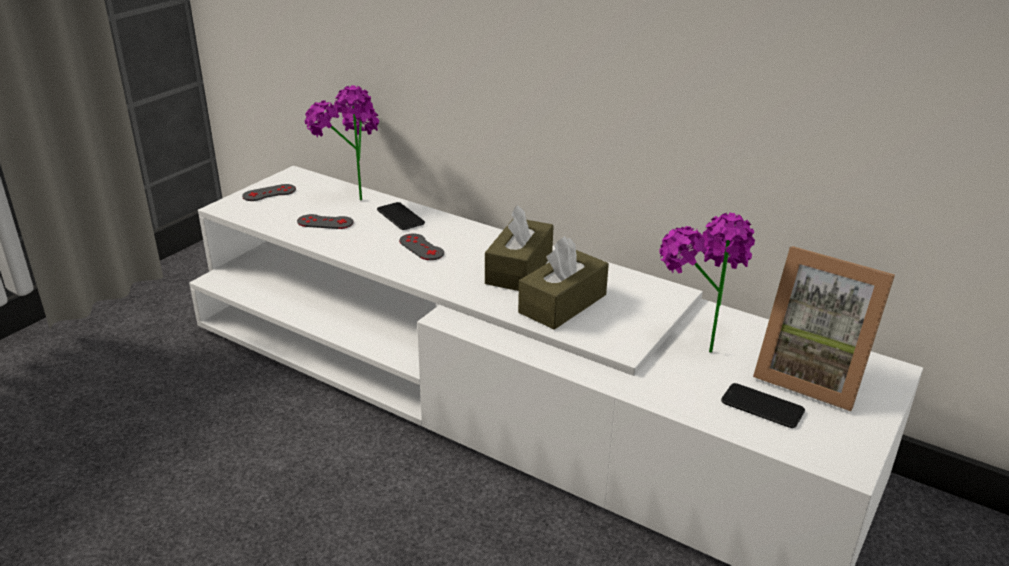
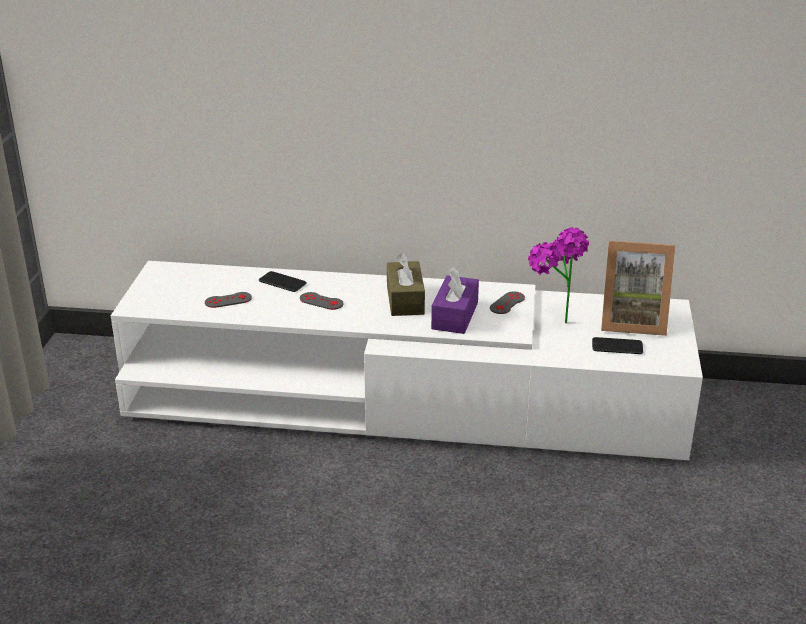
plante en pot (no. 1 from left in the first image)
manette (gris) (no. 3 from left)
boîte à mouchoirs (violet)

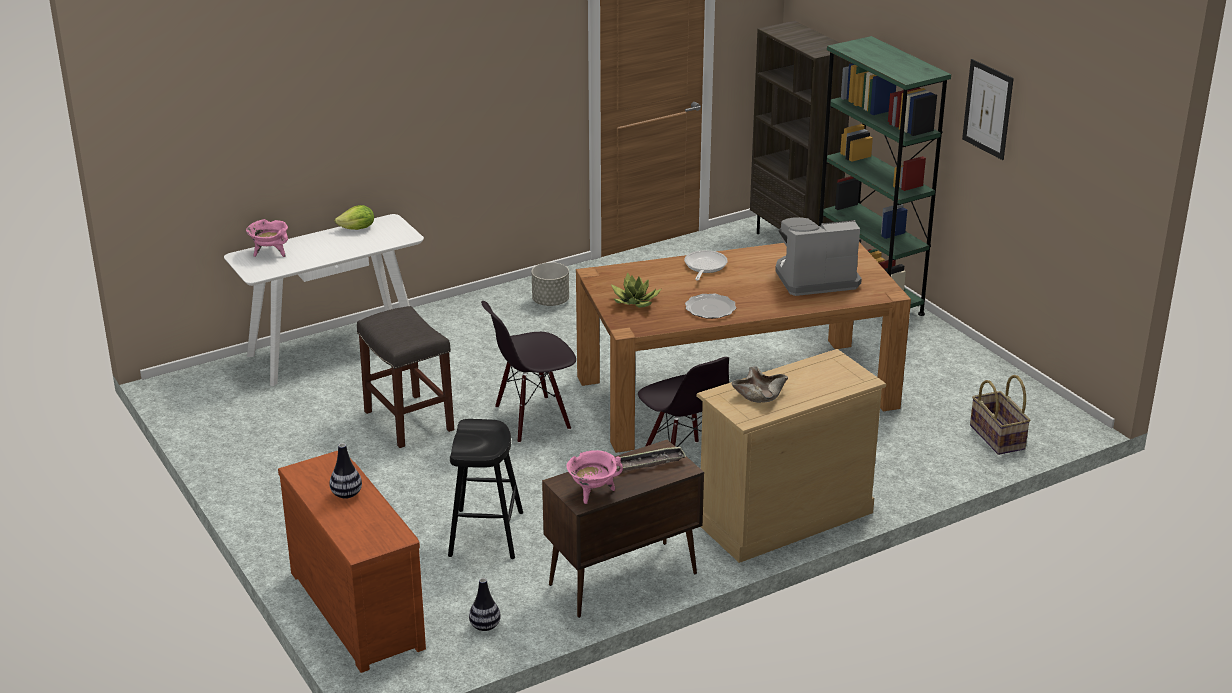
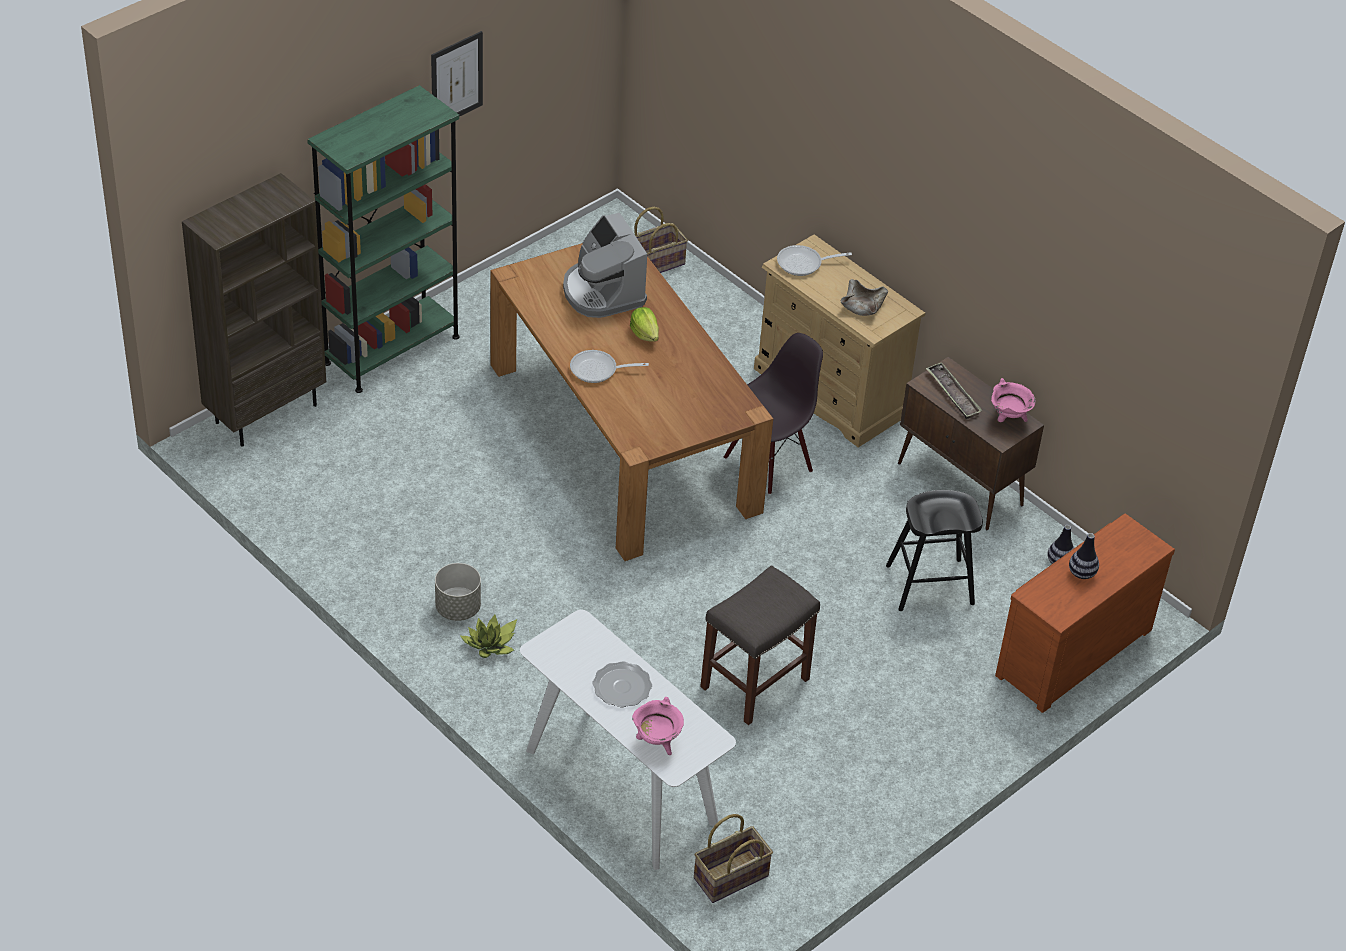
chaise (noir) (no. 1 from left in the first image)
panier (no. 2 from left)
poêle (no. 2 from left)
laitue
plante en pot
assiette

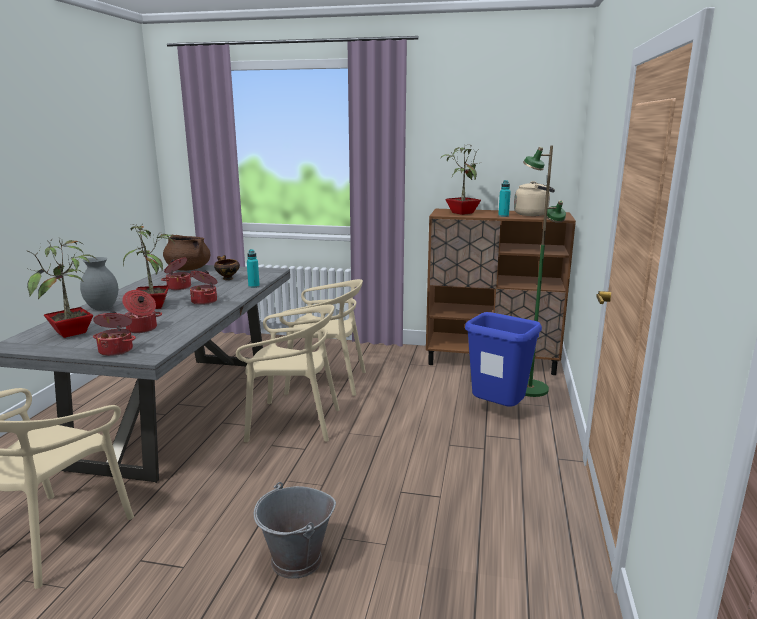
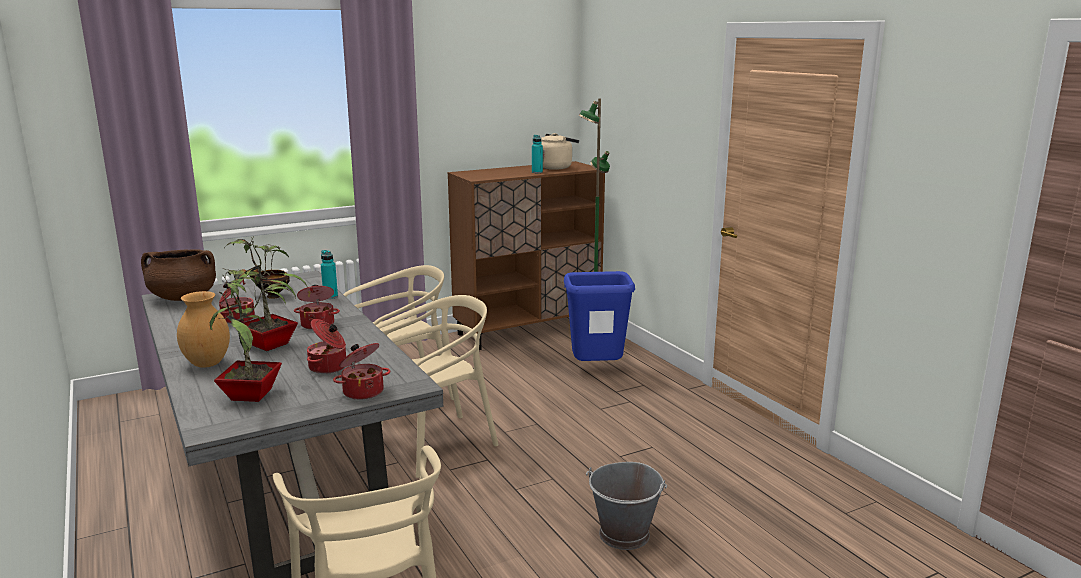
plante en pot (no. 3 from left in the first image)
vase (marron)

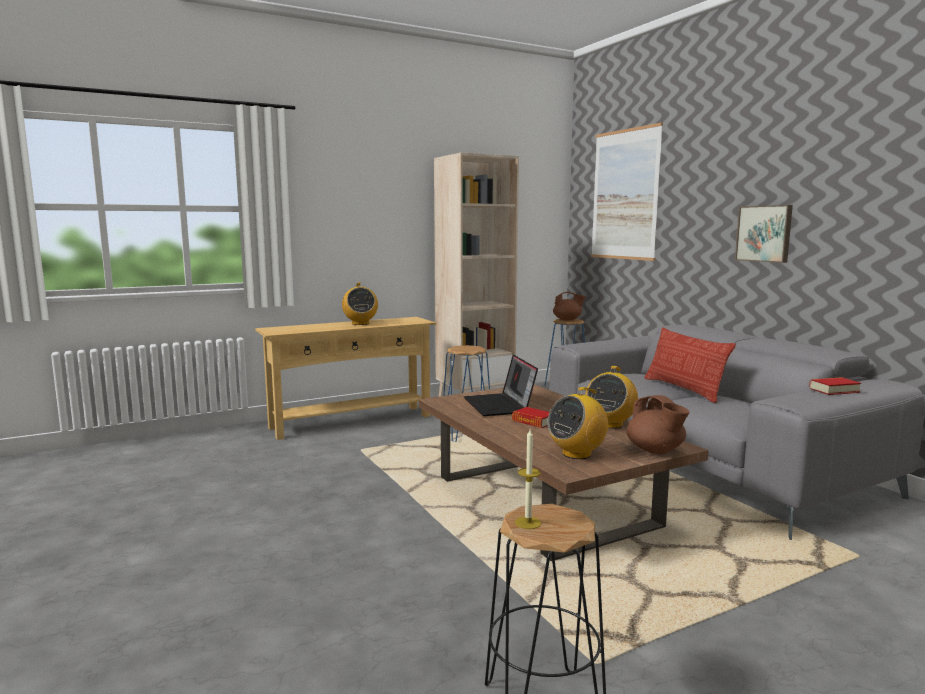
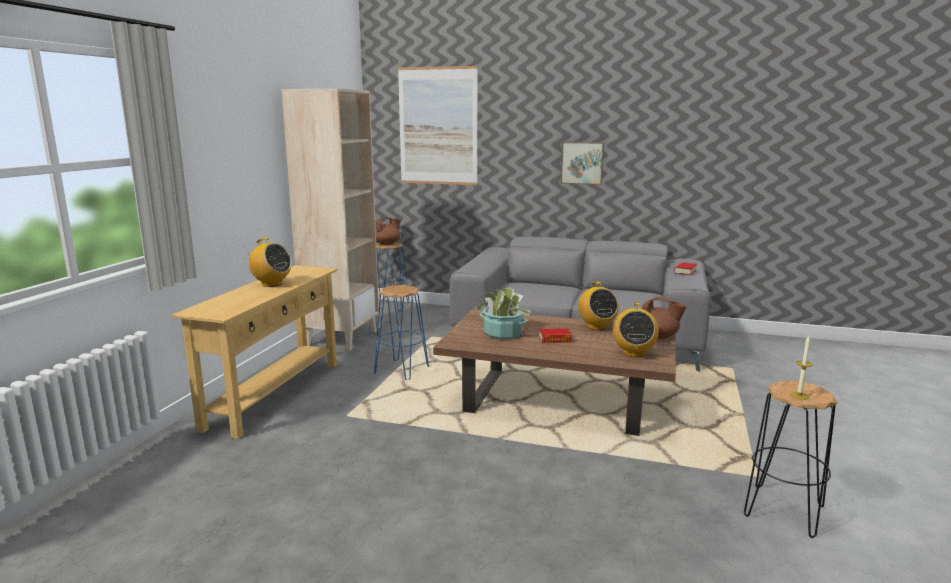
coussin
plante en pot

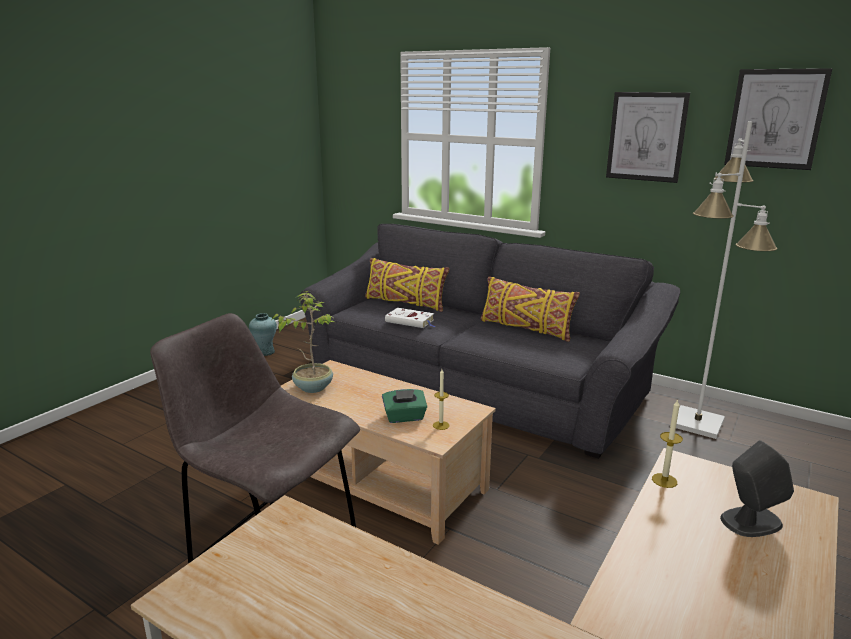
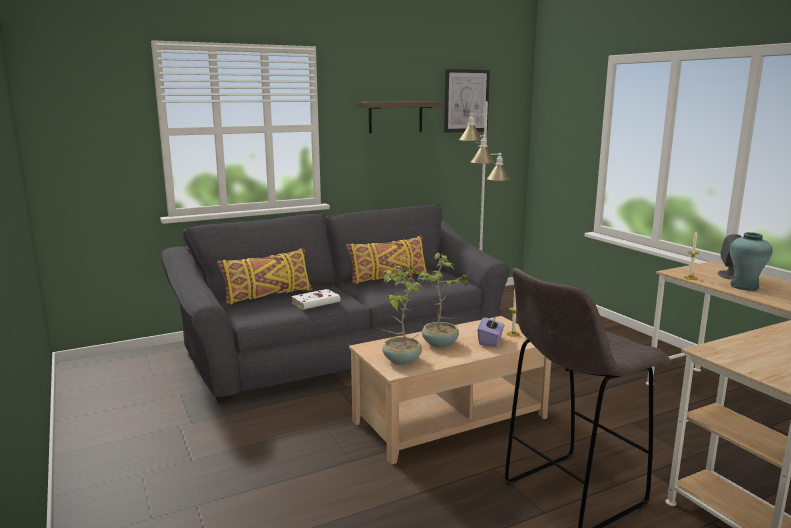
plante en pot (no. 2 from left)
vase (turquoise)
étagère
boîte à mouchoirs (violet)

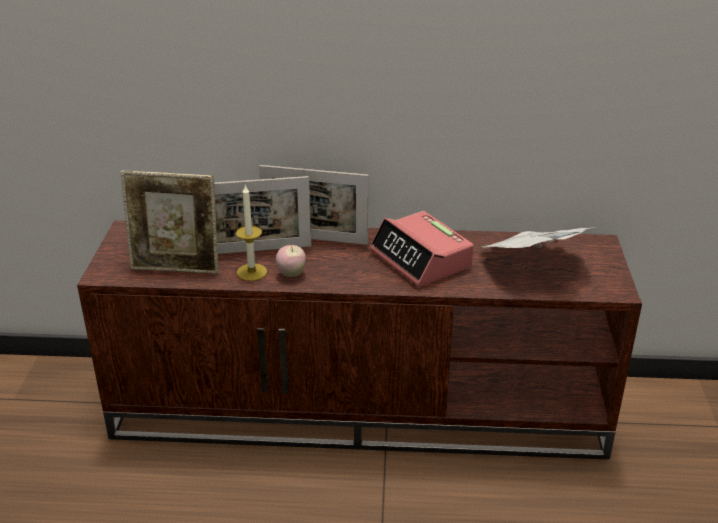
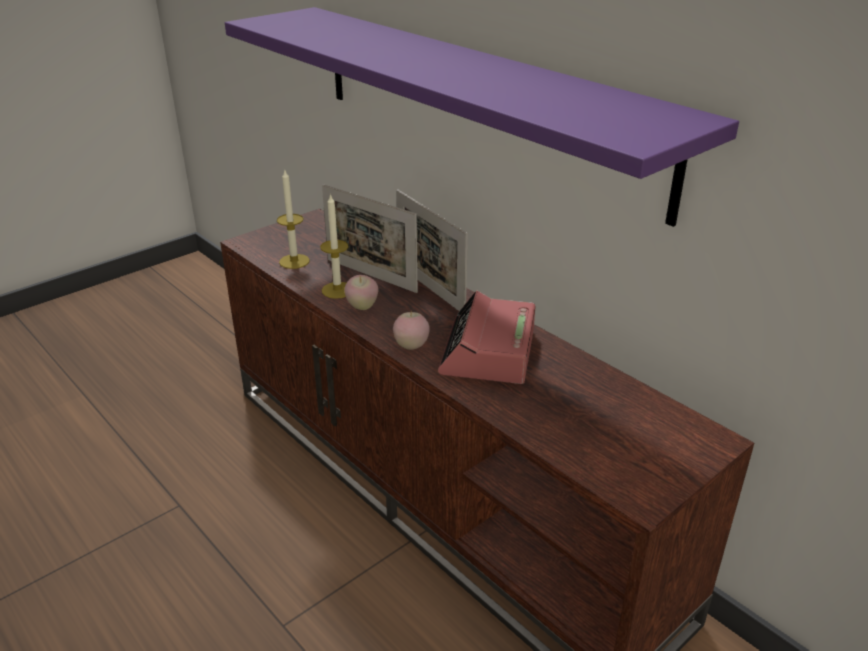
journal
étagère (violet)
pomme (no. 2 from left)
bougie (no. 1 from left)

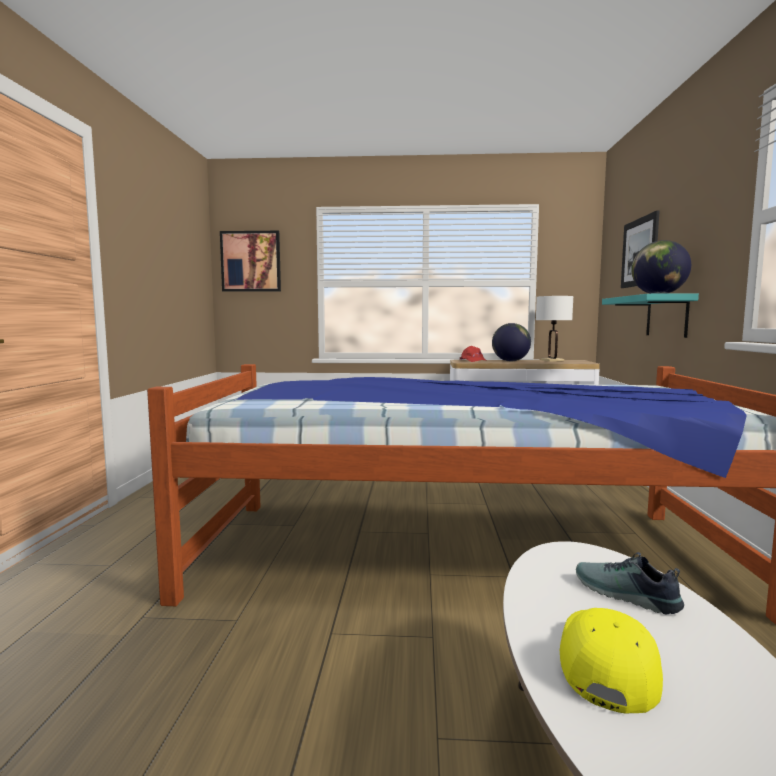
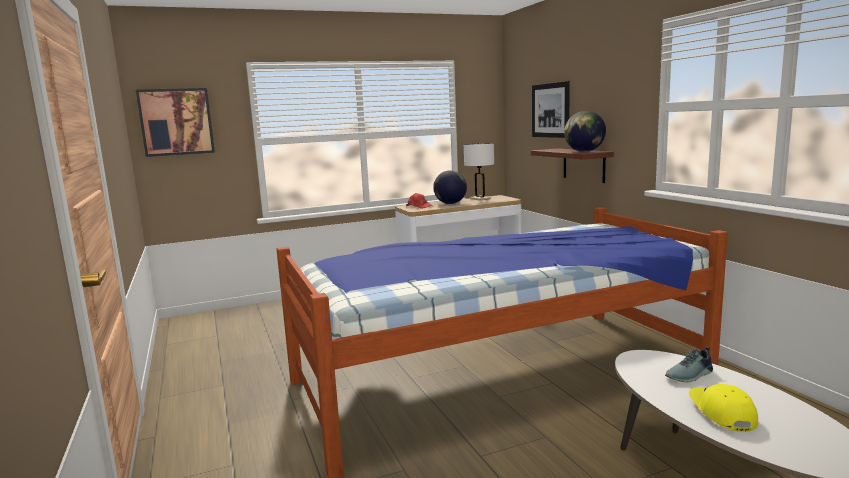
étagère (marron)
chaussure

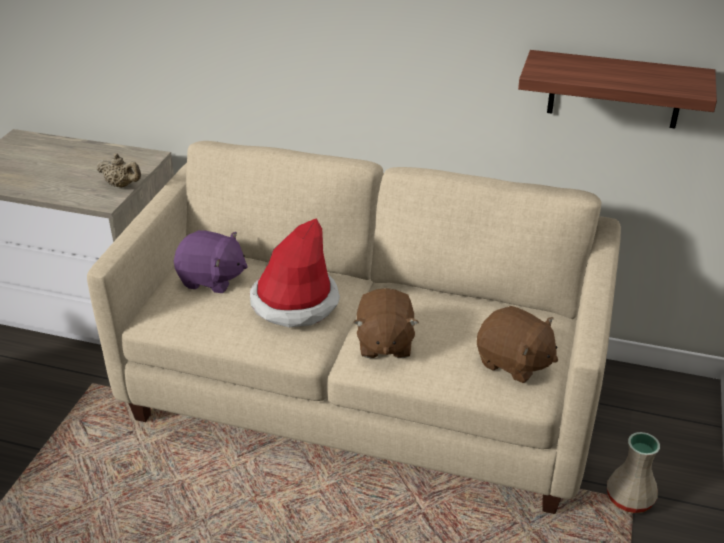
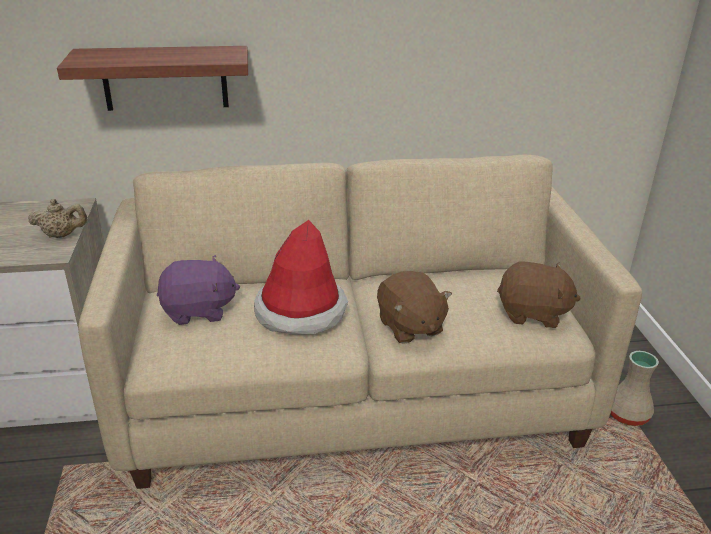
étagère

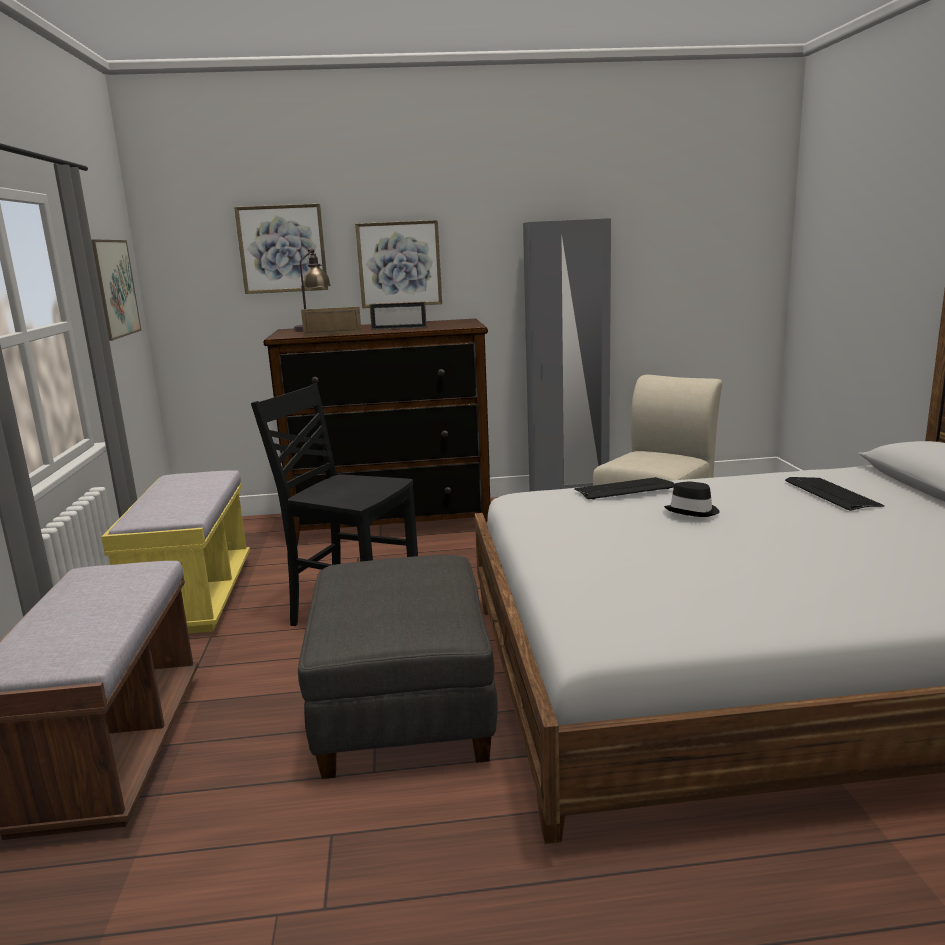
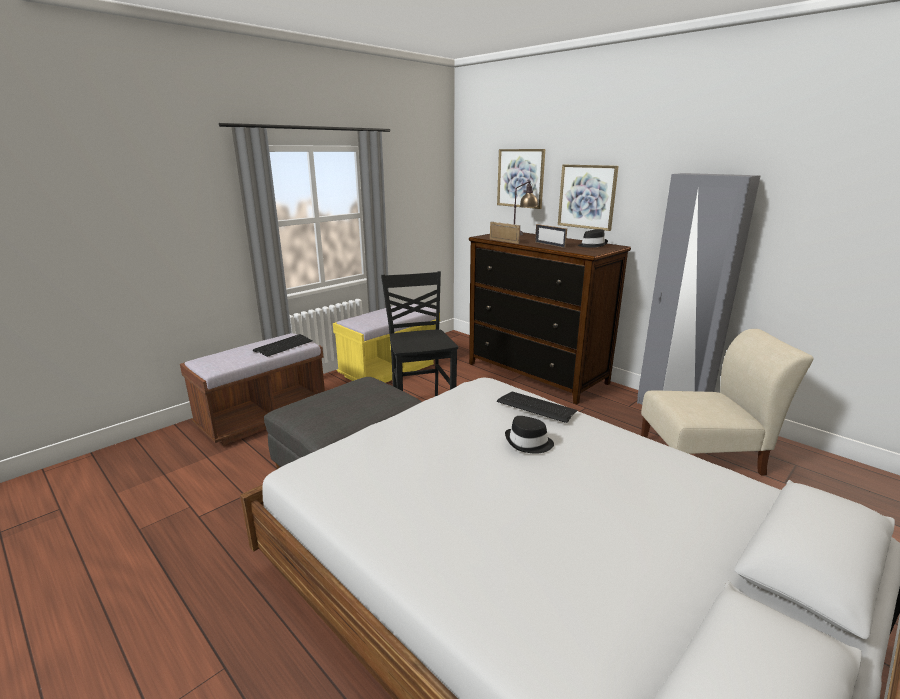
tableau (no. 1 from left in the first image)
chapeau (noir) (no. 2 from left)
clavier (no. 1 from left)

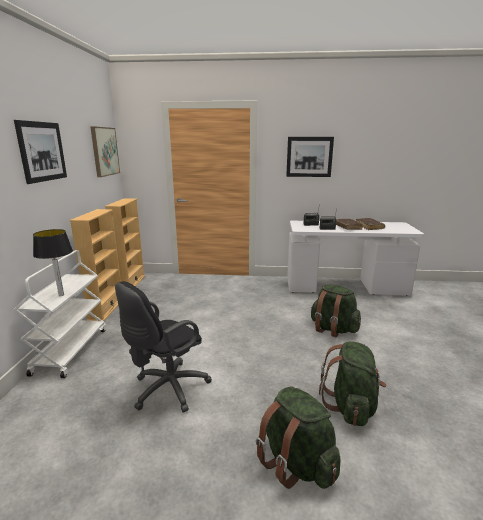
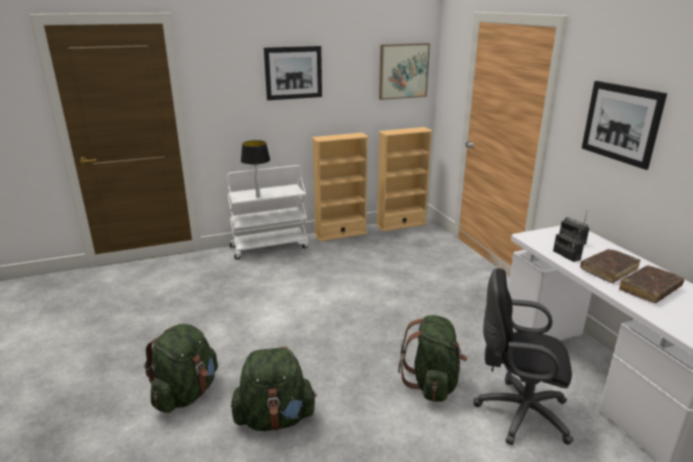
chaise de bureau (noir)

